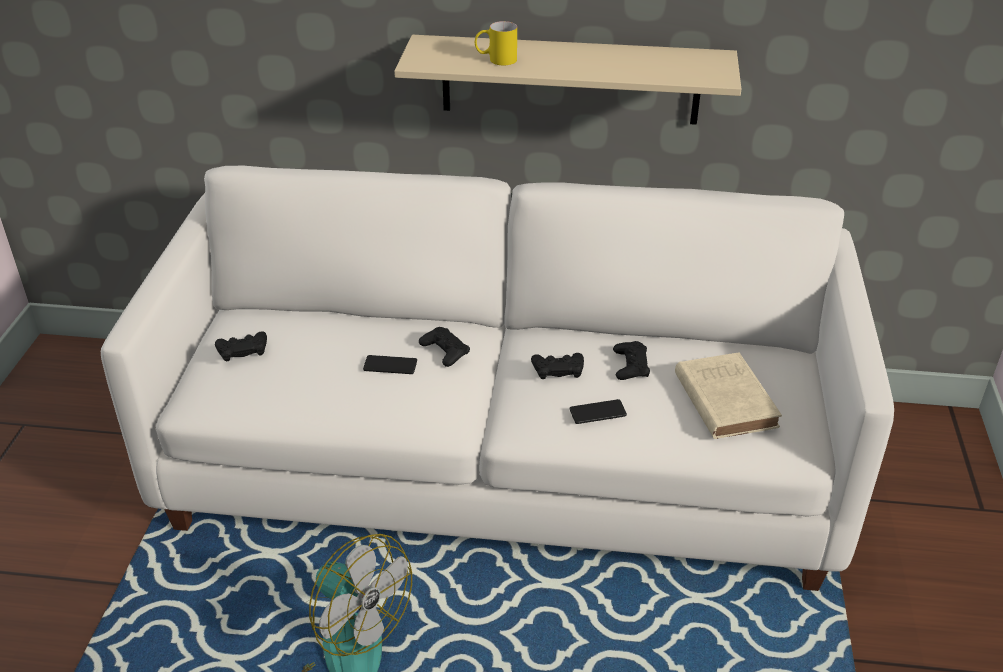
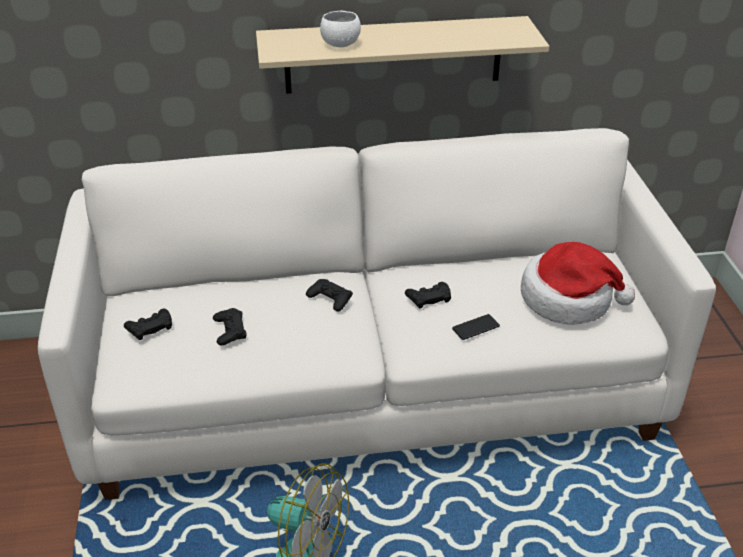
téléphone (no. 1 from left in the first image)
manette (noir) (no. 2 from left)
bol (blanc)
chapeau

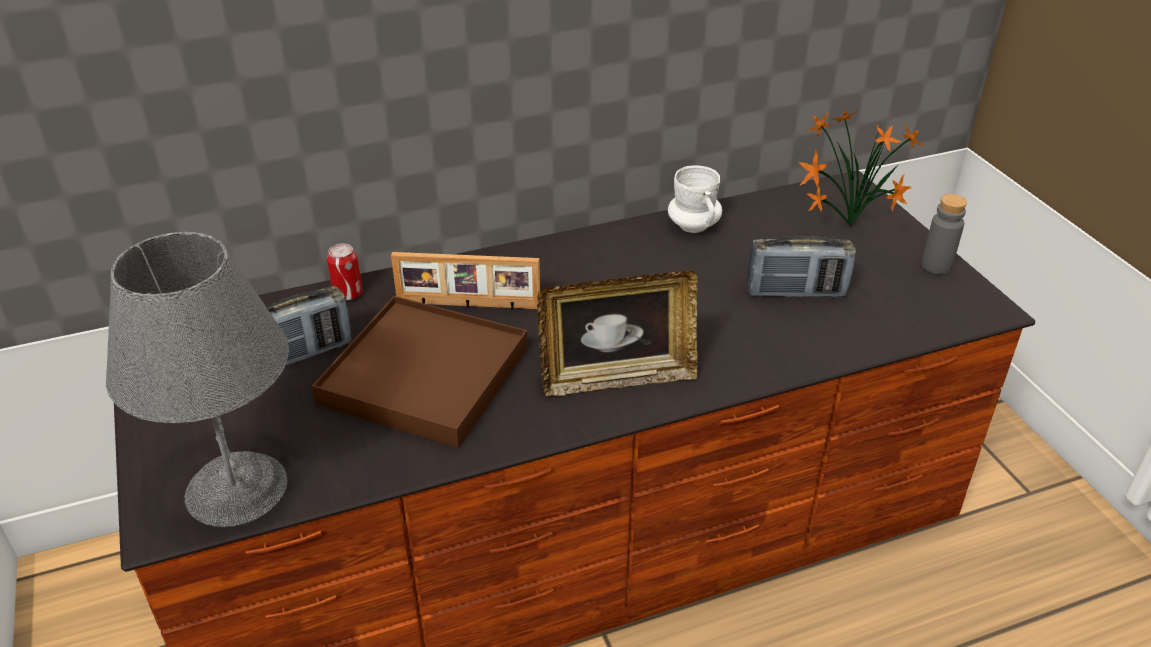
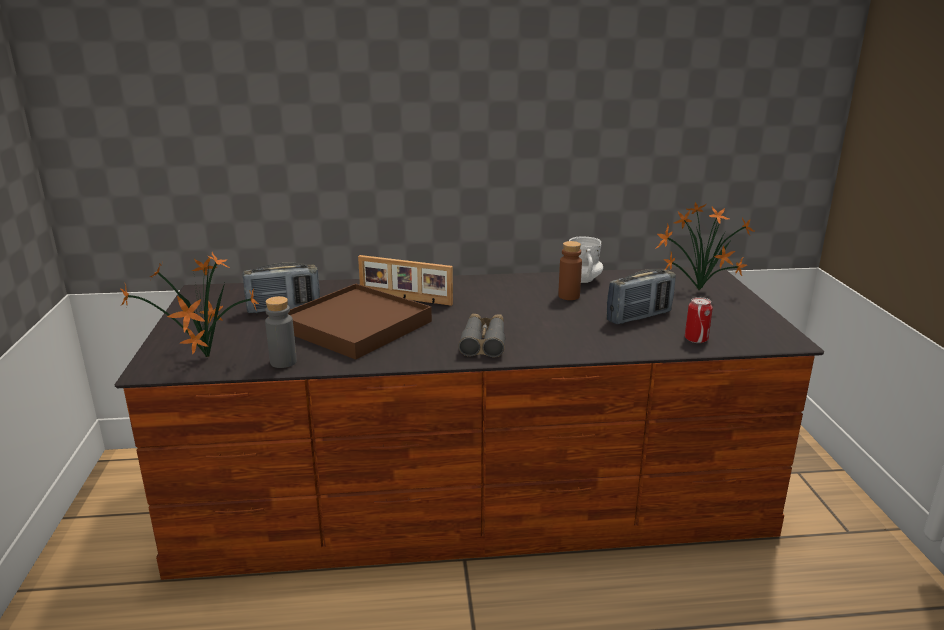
bouteille (marron)
boîte métallique
bouteille (gris)
plante en pot (no. 1 from left)
jumelles (gris)
radio (no. 2 from left)

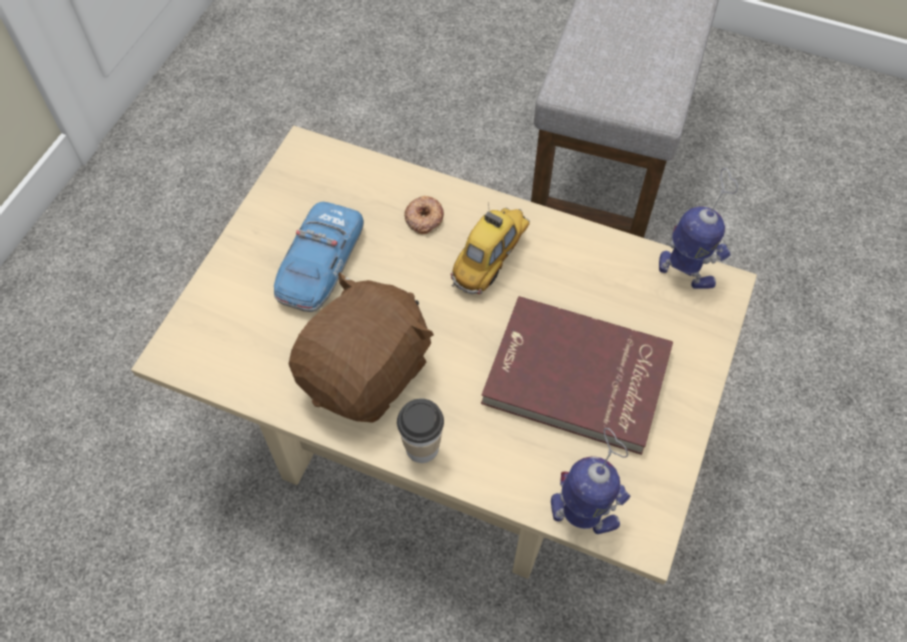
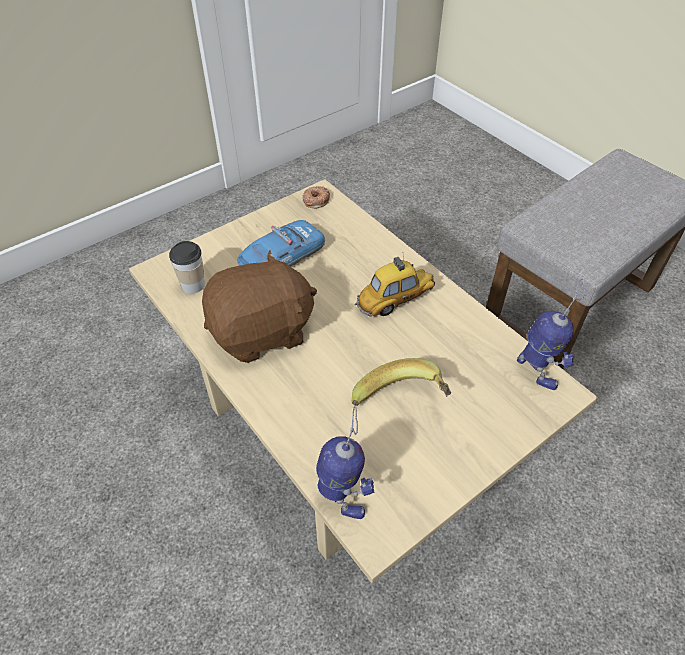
tasse
beignet
banane

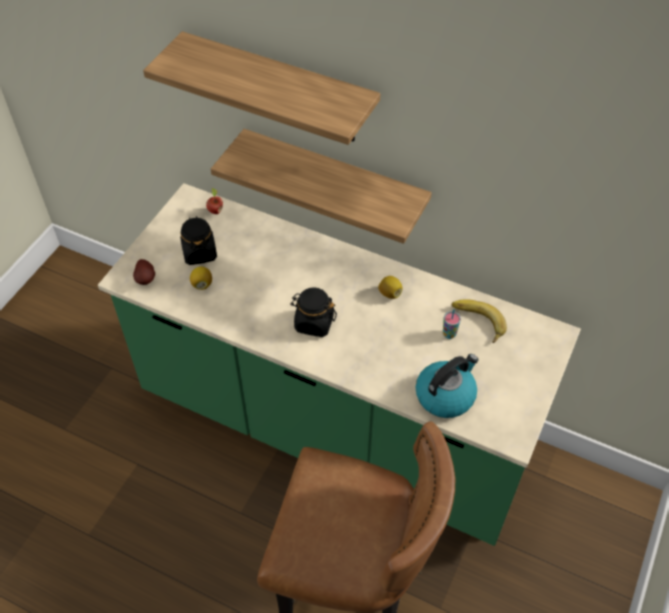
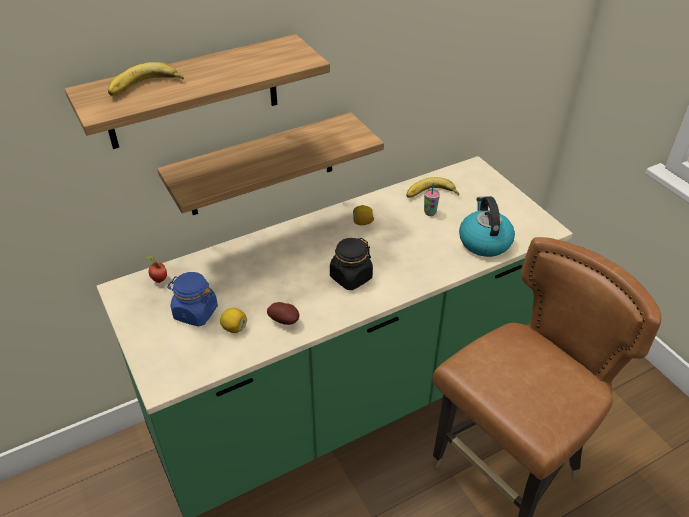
banane (no. 1 from left)
pomme de terre
bocal (bleu)

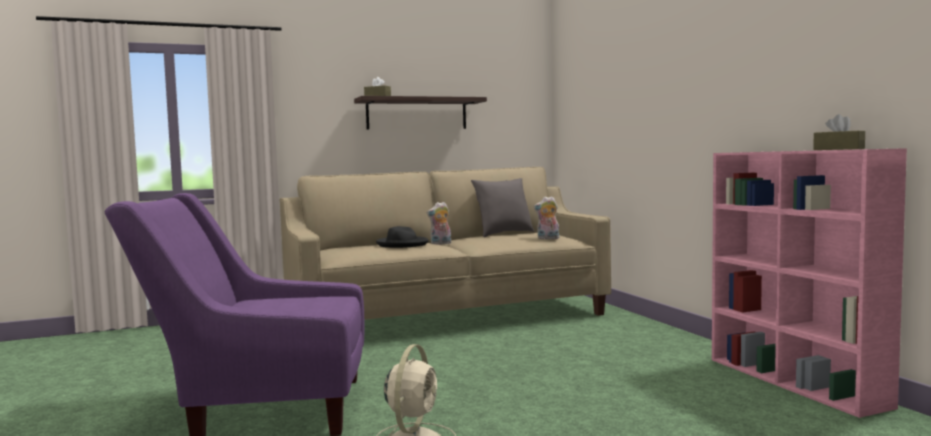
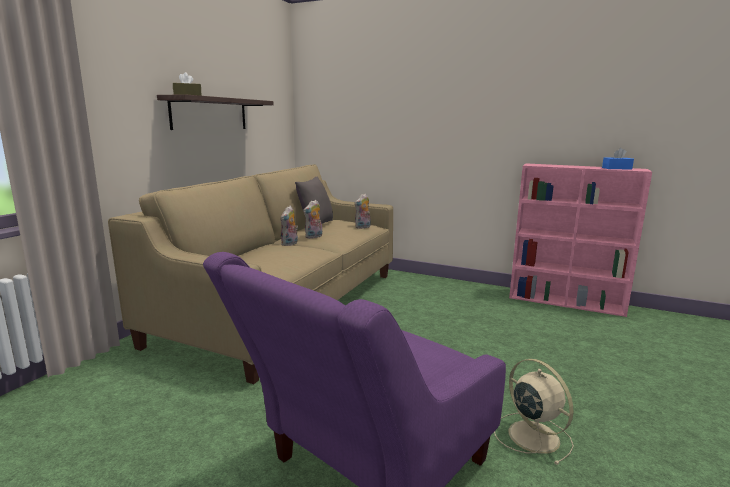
chapeau (noir)
peluche (no. 2 from left)
boîte à mouchoirs (bleu)

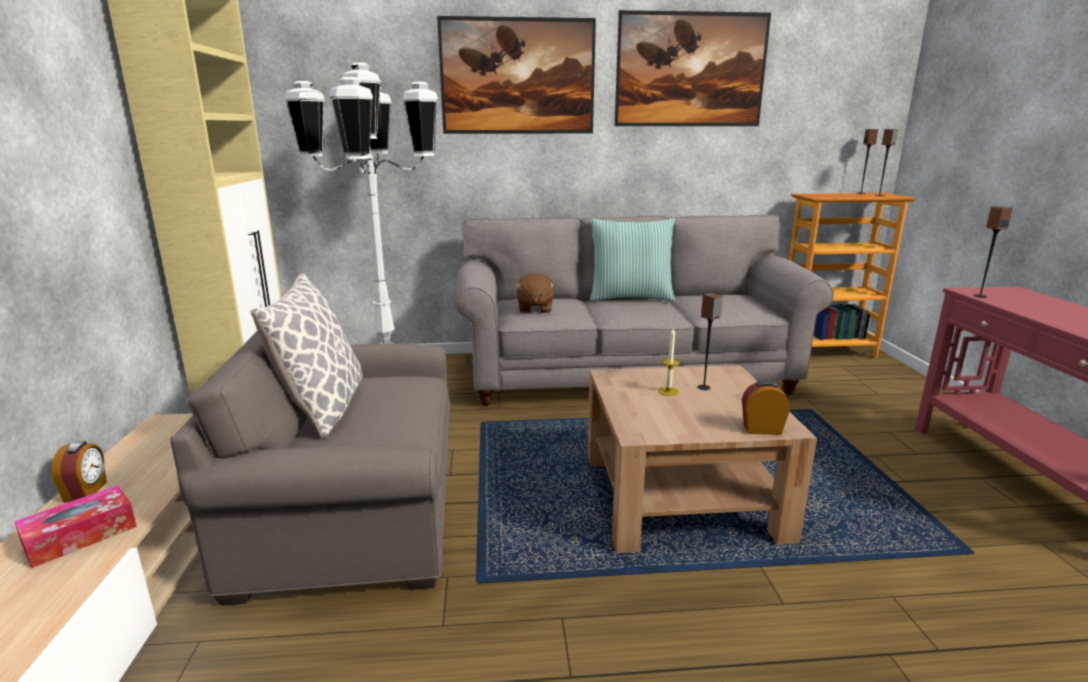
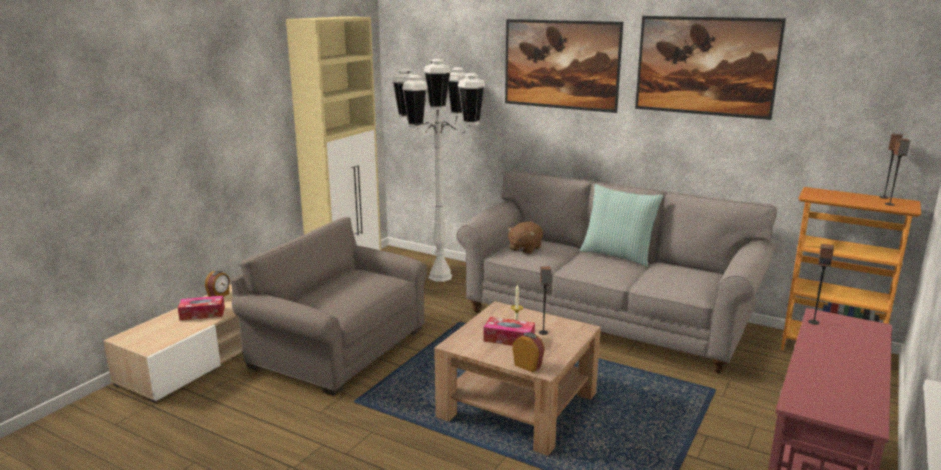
coussin (no. 1 from left in the first image)
boîte à mouchoirs (no. 2 from left)

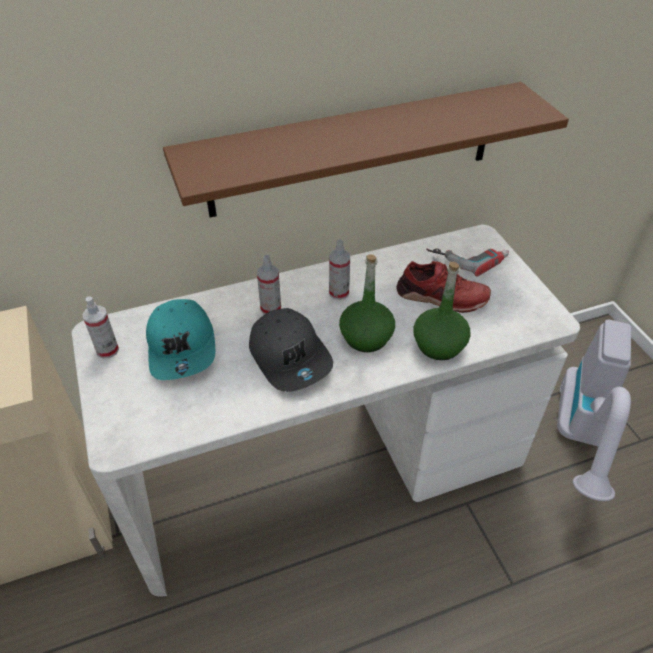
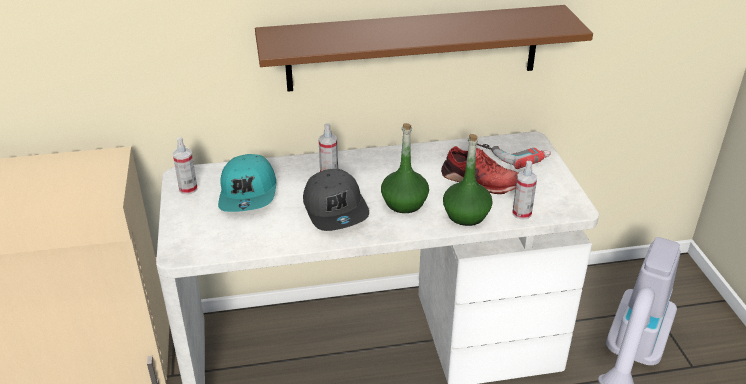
vaporisateur (no. 3 from left)

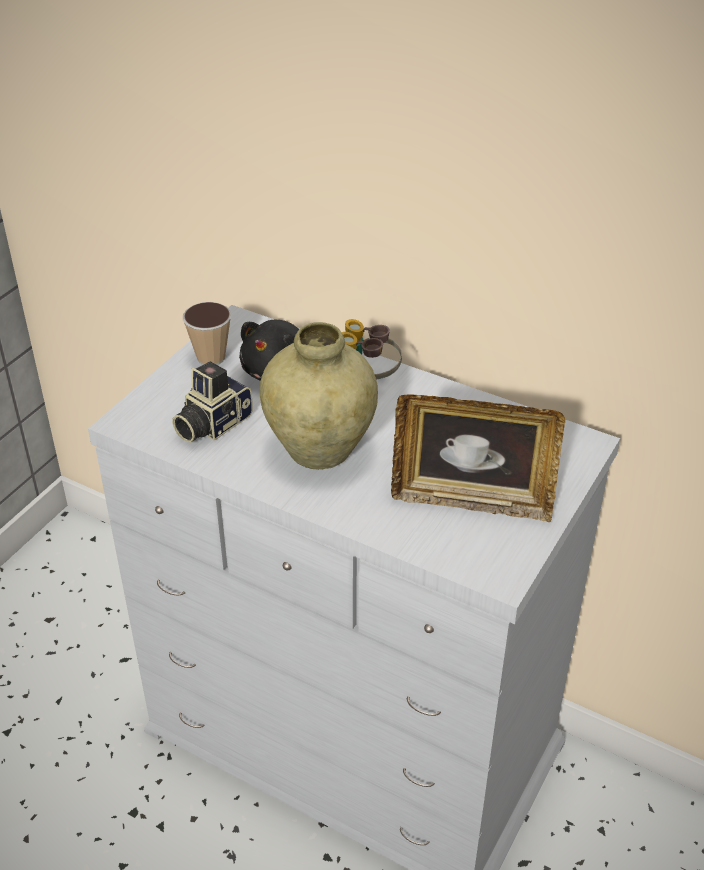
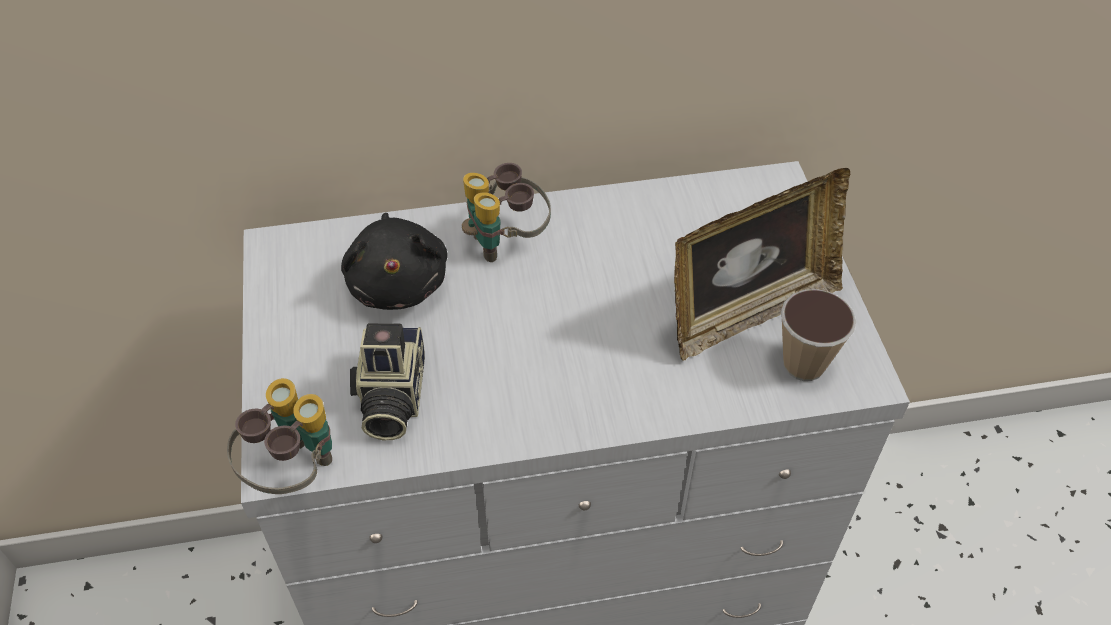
vase (beige)
jumelles (no. 1 from left)
tasse

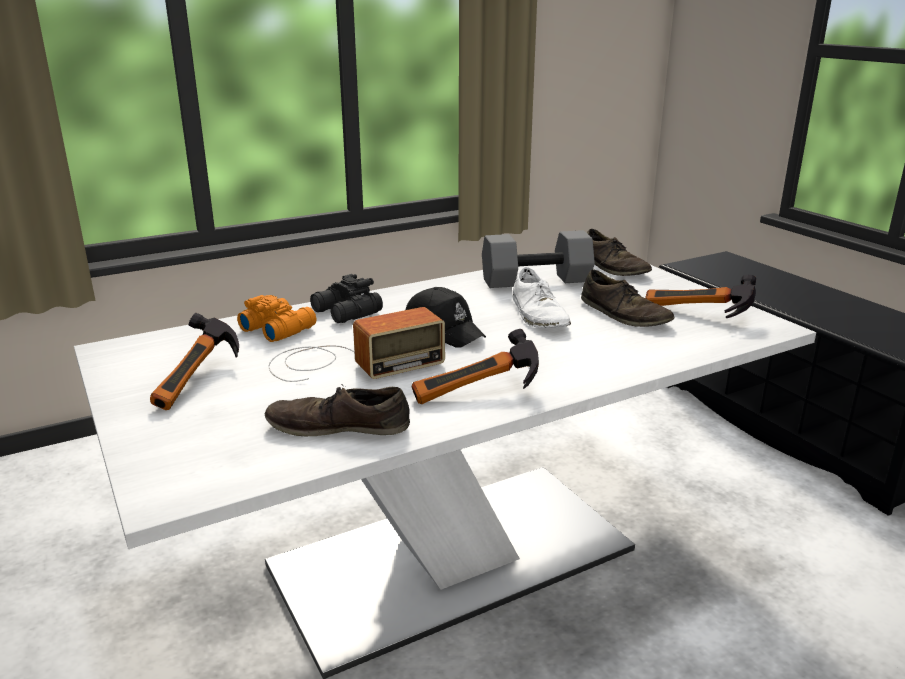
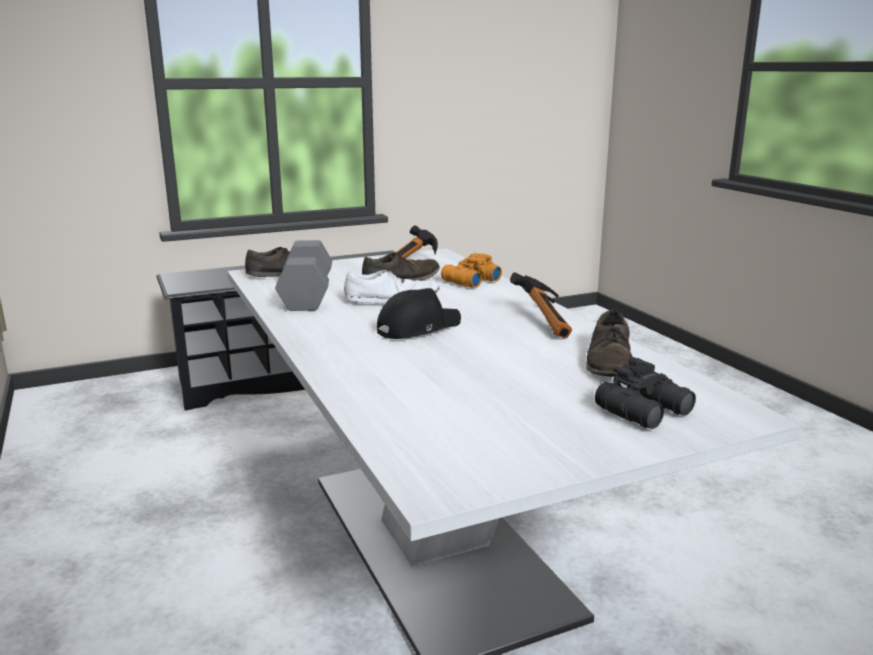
marteau (no. 1 from left in the first image)
radio
jumelles (orange)
jumelles (noir)

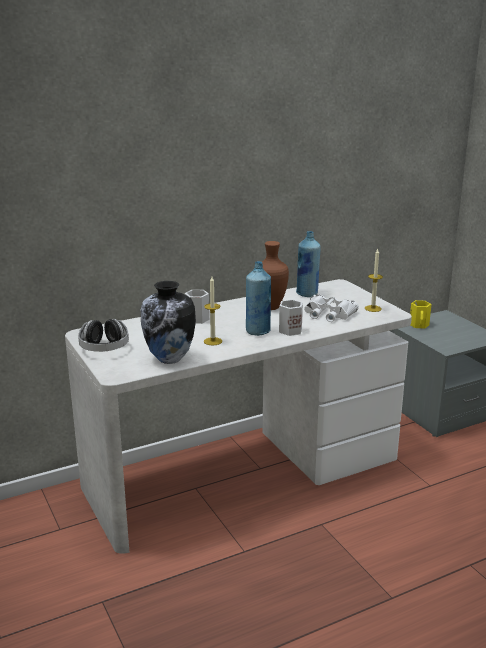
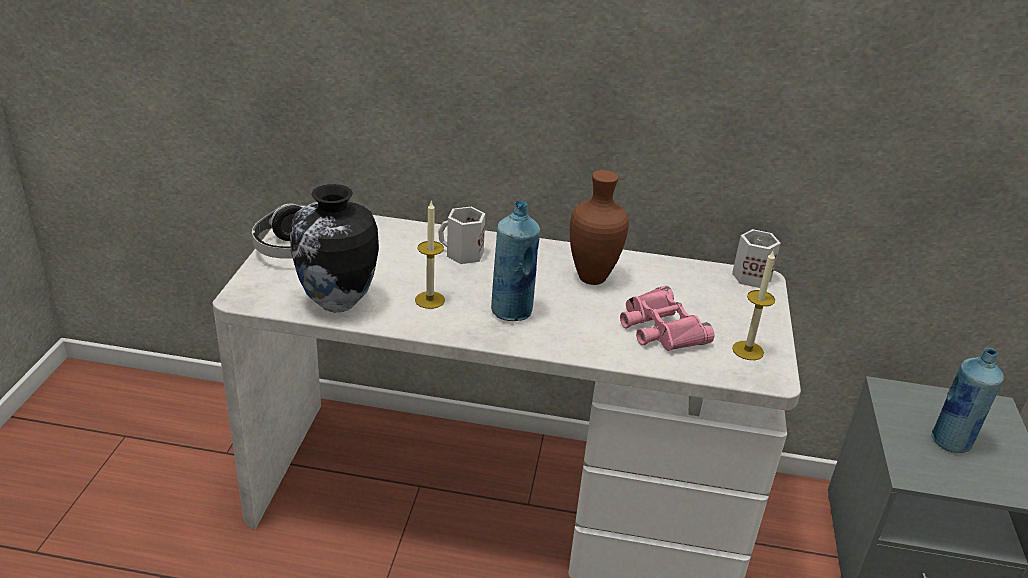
mug (jaune)
mug (blanc) (no. 2 from left)
bouteille (bleu) (no. 2 from left)
jumelles (rose)

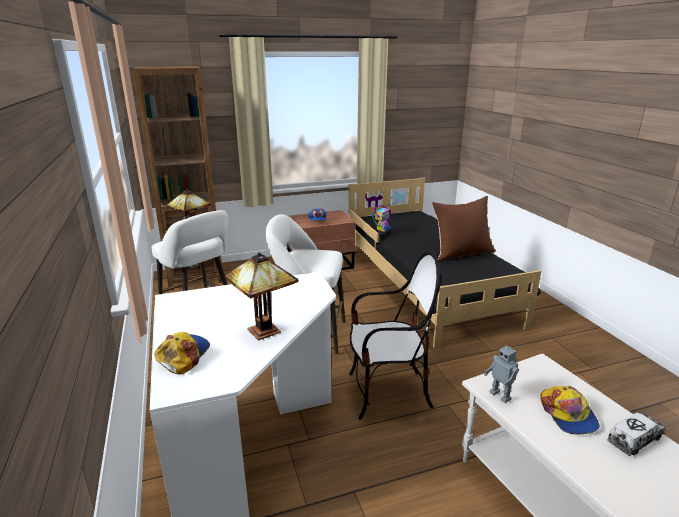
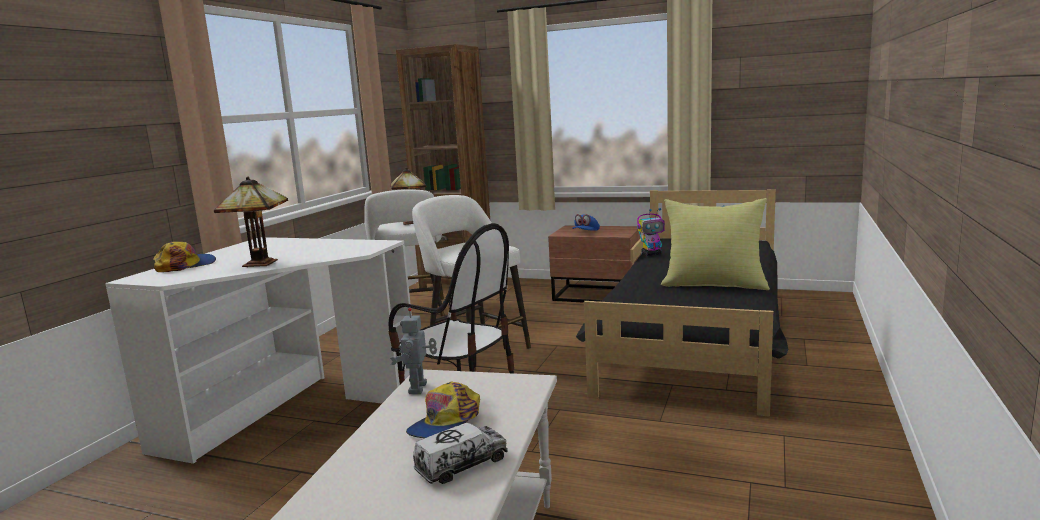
coussin (jaune)
camion jouet

